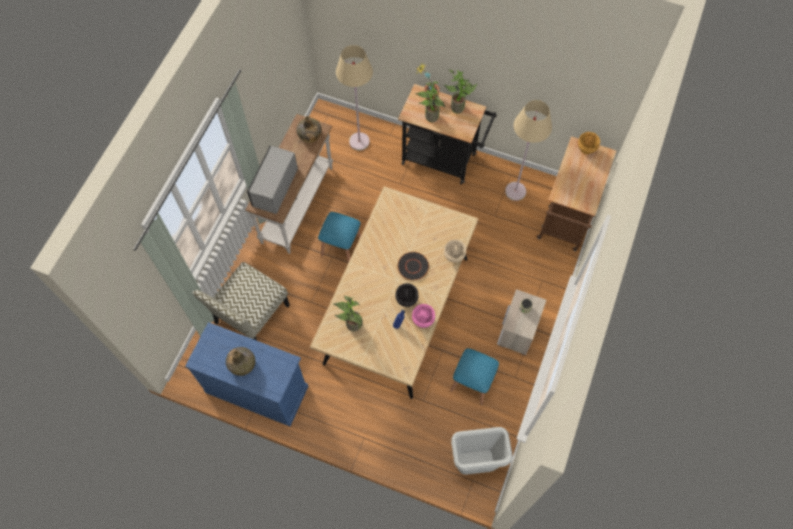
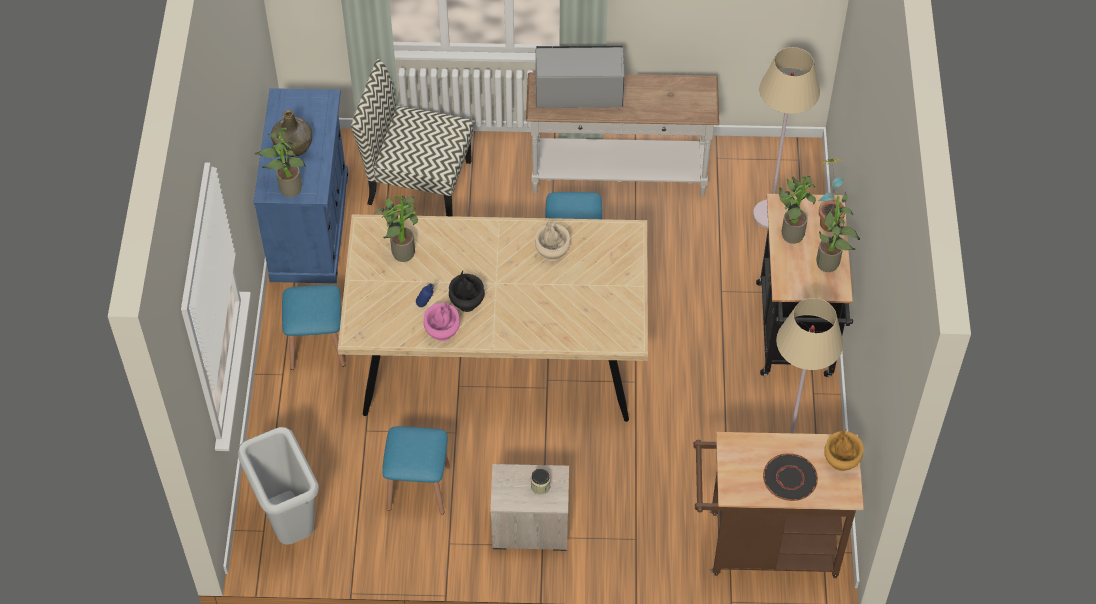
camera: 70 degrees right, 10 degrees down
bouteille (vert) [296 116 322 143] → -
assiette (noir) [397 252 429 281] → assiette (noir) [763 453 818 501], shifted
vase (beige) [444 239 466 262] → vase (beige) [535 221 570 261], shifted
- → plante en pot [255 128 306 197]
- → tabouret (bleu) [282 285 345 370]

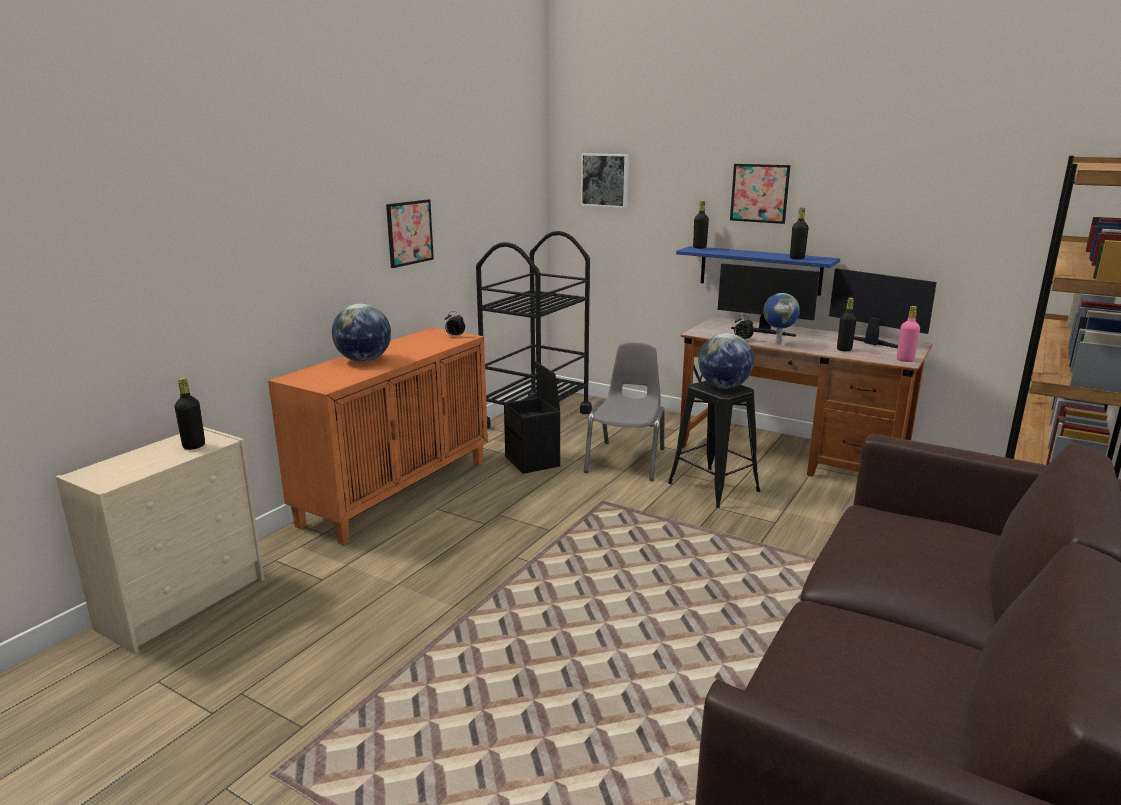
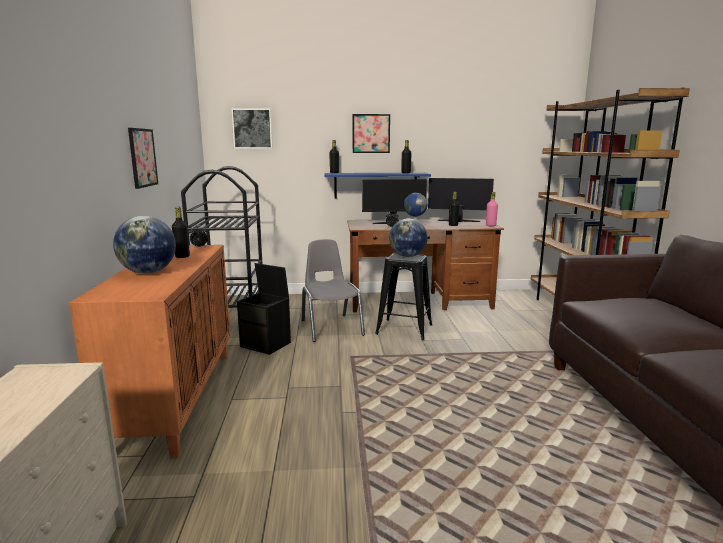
camera: 35 degrees left, 5 degrees down
bouteille (noir) [175 377 205 450] → bouteille (noir) [172 207 190 258], shifted

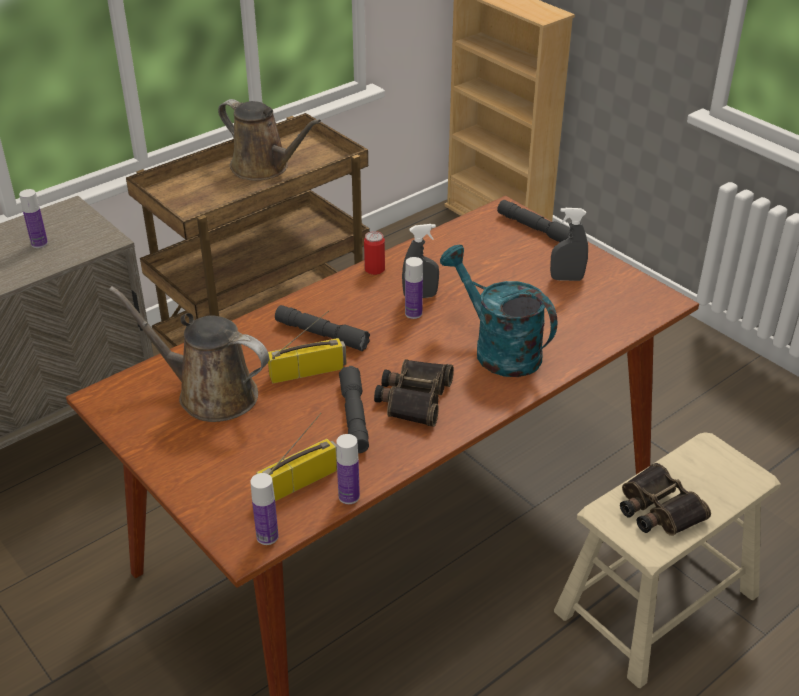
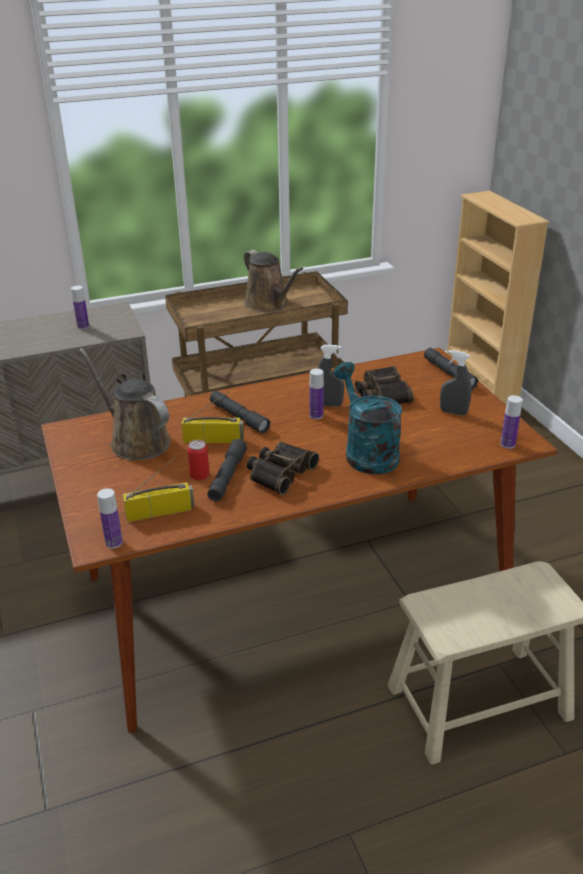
camera: 20 degrees right, 5 degrees down
bouteille [336 434 360 504] → bouteille [500 395 522 449], shifted
boîte métallique [364 231 385 275] → boîte métallique [188 440 209 480], shifted
jumelles [620 463 711 536] → jumelles [355 366 414 404], shifted

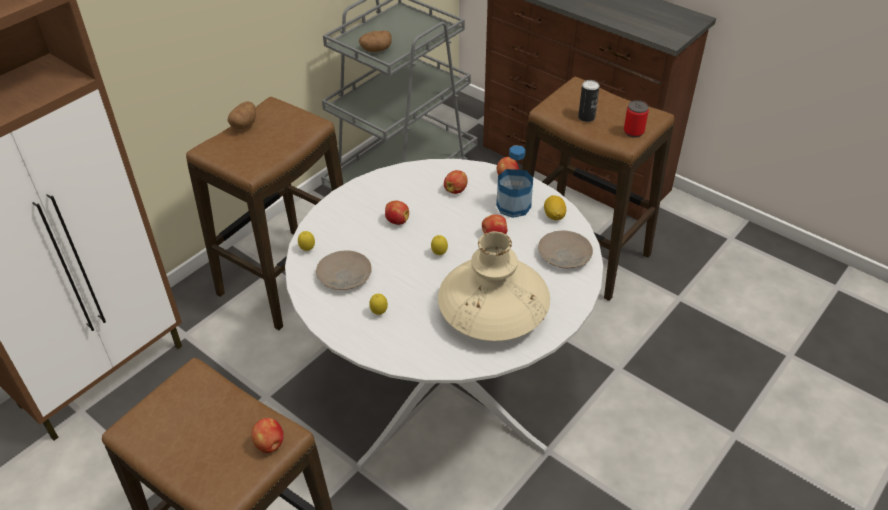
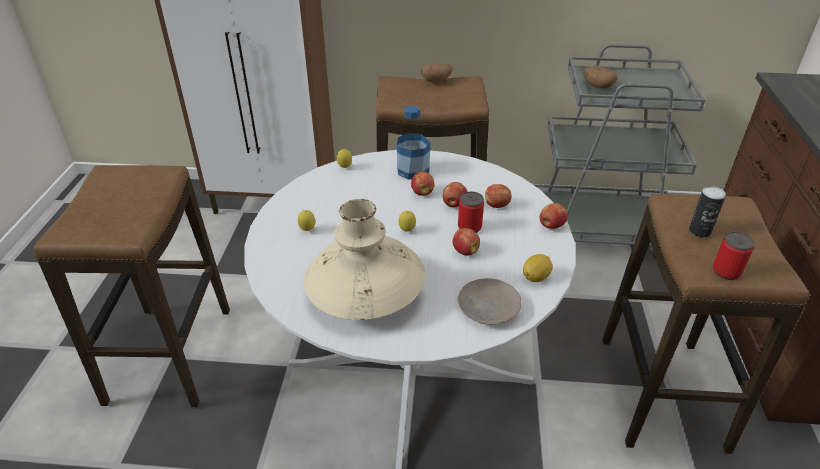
camera: 55 degrees right, 5 degrees down
pomme [251 418 284 453] → pomme [443 182 467 207], shifted
assiette (beige) [316 251 372 290] → -
bouteille [496 145 533 218] → bouteille [397 106 431 179], shifted
- → boîte métallique [458 192 484 233]

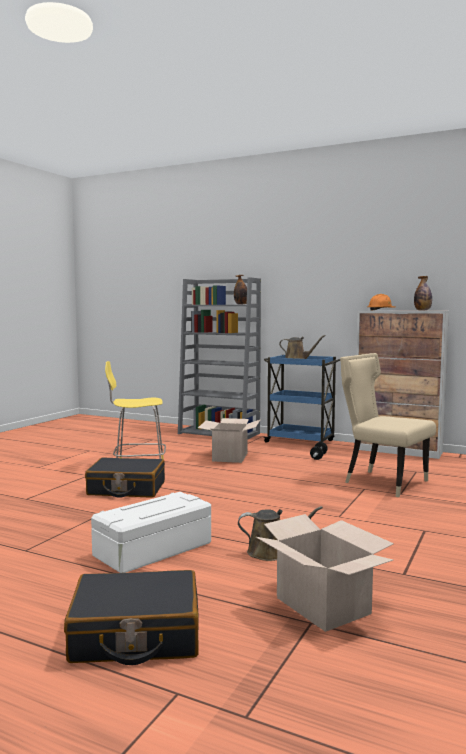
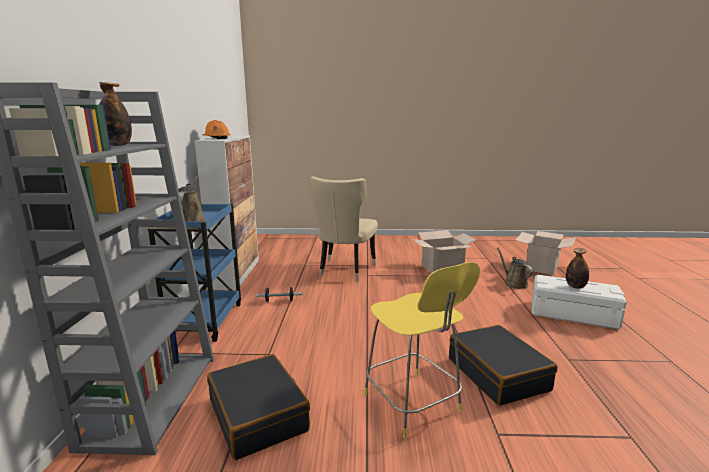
camera: 115 degrees left, 10 degrees up
valise (noir) [64 570 199 665] → valise (noir) [207 354 310 460], shifted
carton [198 418 261 463] → carton [412 230 476 273], shifted
bouteille [414 276 432 311] → bouteille [566 248 589 289], shifted

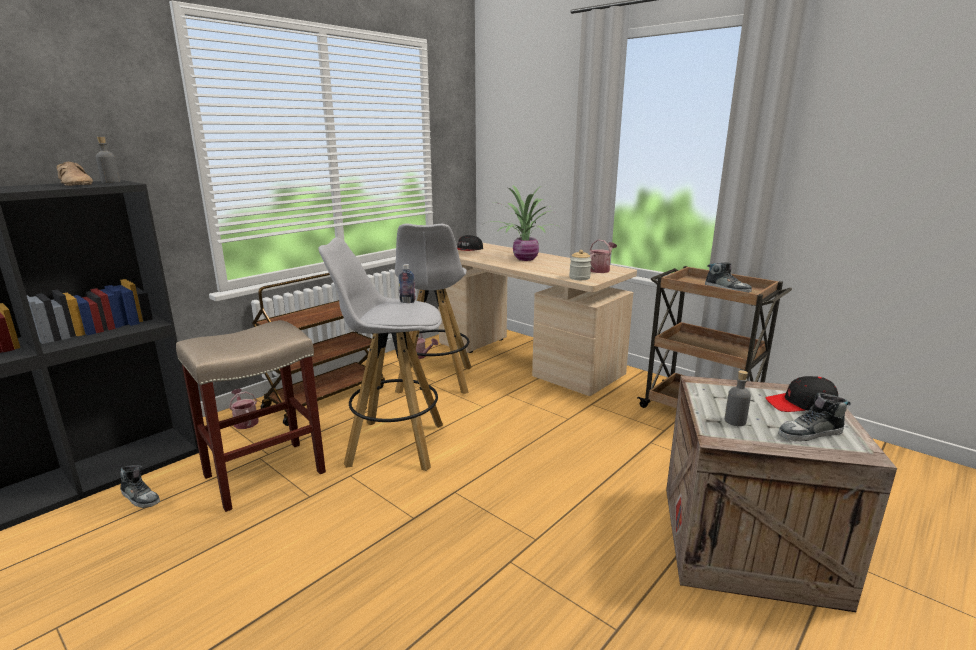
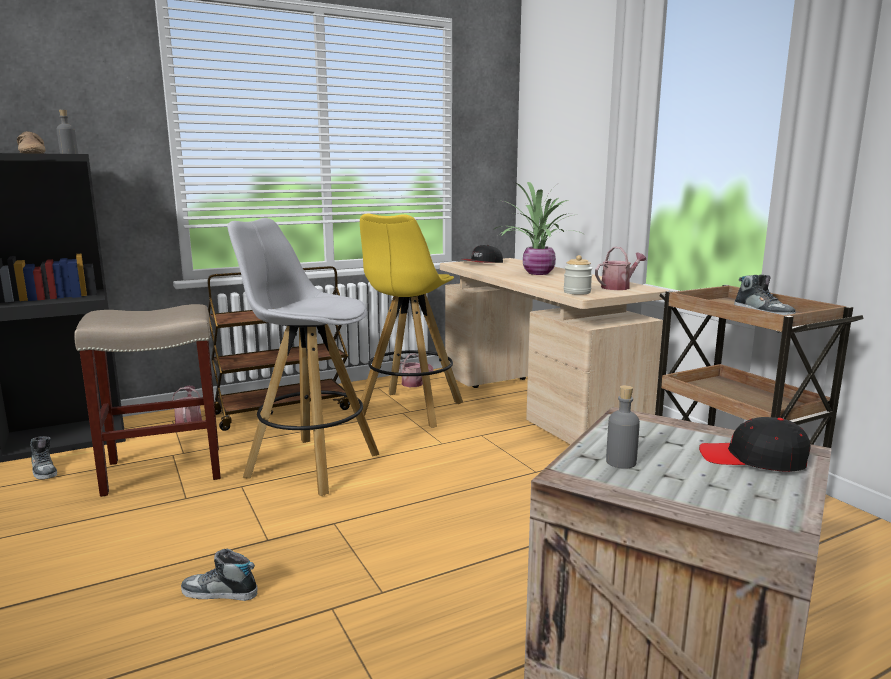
camera: 20 degrees right, 5 degrees down
tabouret (blanc) [395 223 472 394] → tabouret (jaune) [360 214 463 428]
bouteille [398 264 416 303] → -
chaussure [778 393 851 441] → chaussure [181 549 257 601], shifted

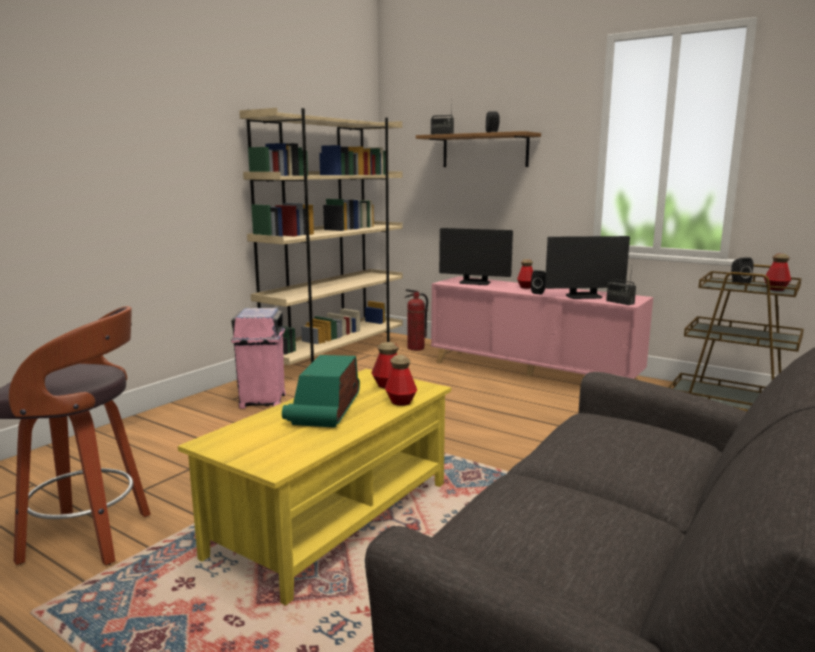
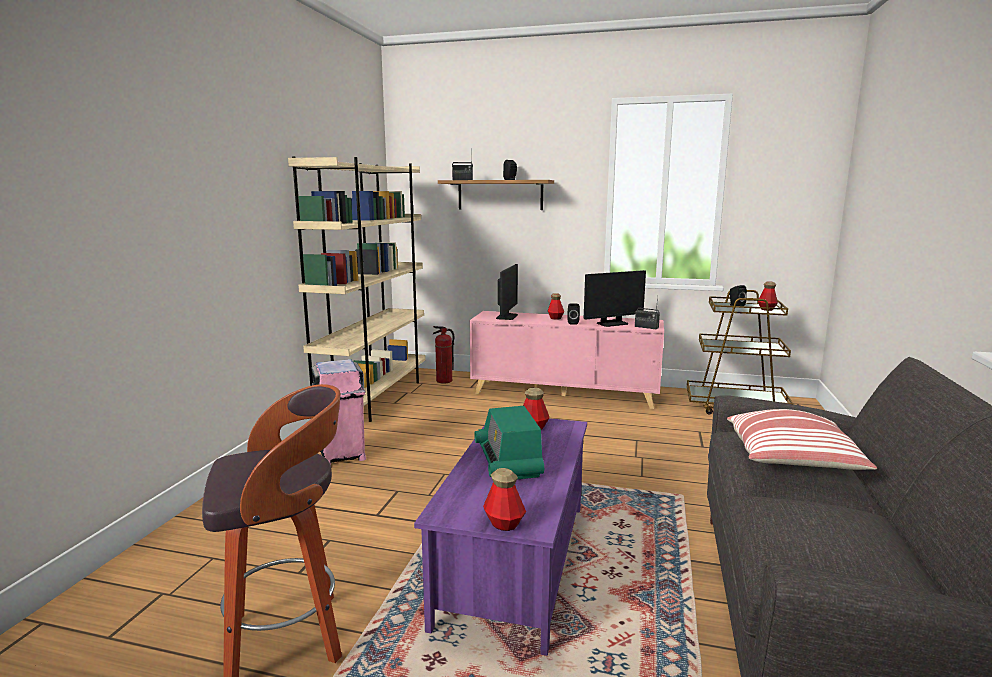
camera: 20 degrees left, 0 degrees up
table basse (jaune) [178 369 451 606] → table basse (violet) [414 418 587 656]
bouteille [385 355 417 406] → bouteille [483 468 526 531], shifted
écran d'ordinateur [439 228 513 285] → écran d'ordinateur [496 264 518 320], 75 degrees counterclockwise
- → coussin [727 409 877 470]

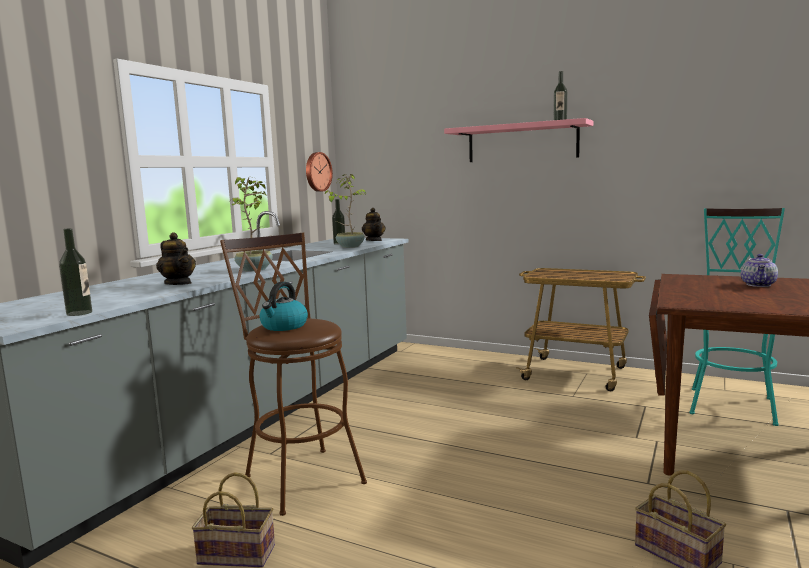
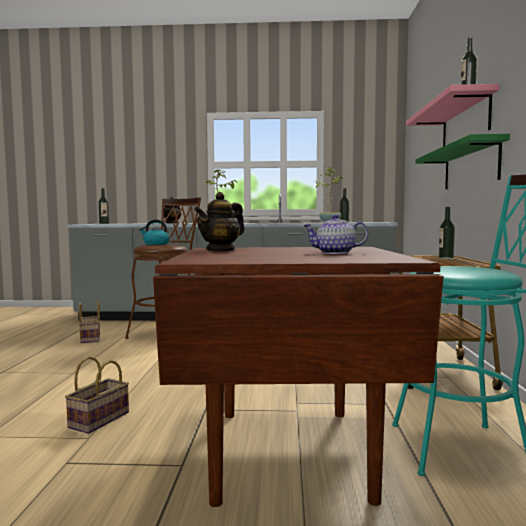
camera: 65 degrees right, 5 degrees down
horloge murale [306 152 333 192] → -
théière [362 208 385 241] → théière [194 192 245 252], shifted
- → étagère (vert) [415 134 510 190]
- → bouteille [439 207 455 259]

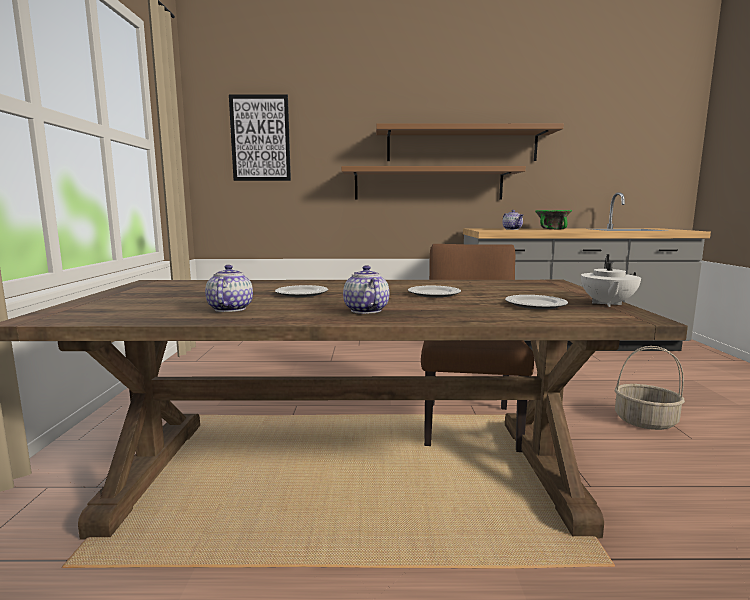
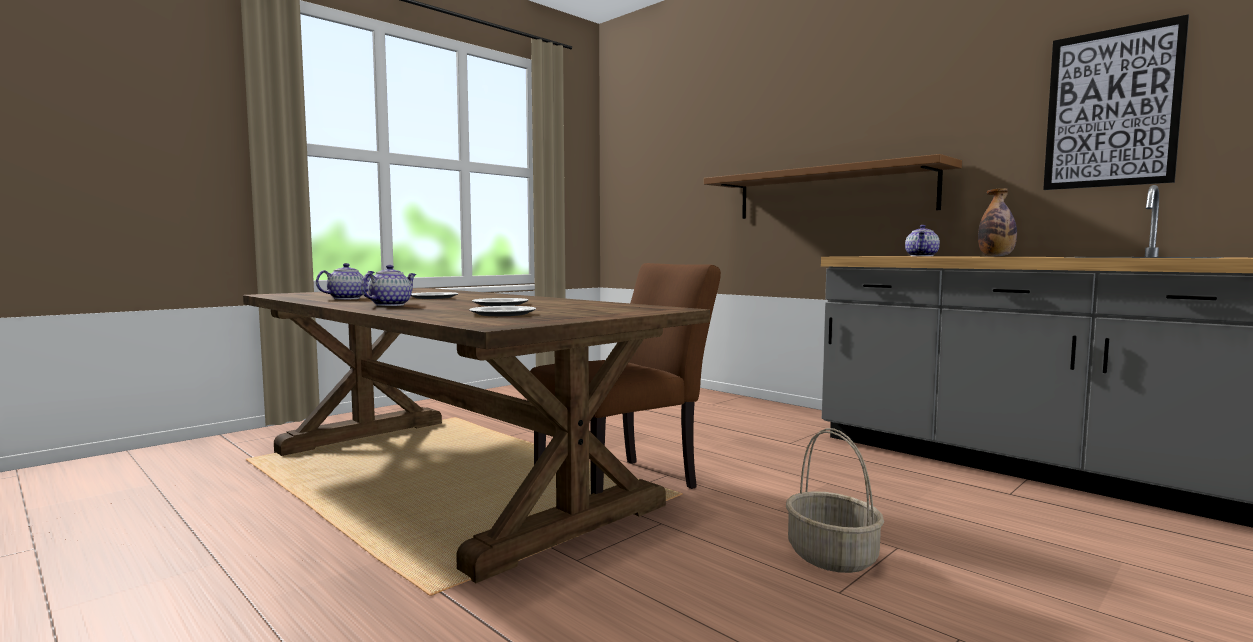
camera: 45 degrees right, 5 degrees down
tableau [229 95 291 181] → tableau [1043 14 1189 190], shifted
étagère (marron) [376 123 564 161] → -
bol (vert) [535 210 572 230] → bouteille [978 188 1017 257]
théière (blanc) [581 254 641 307] → -

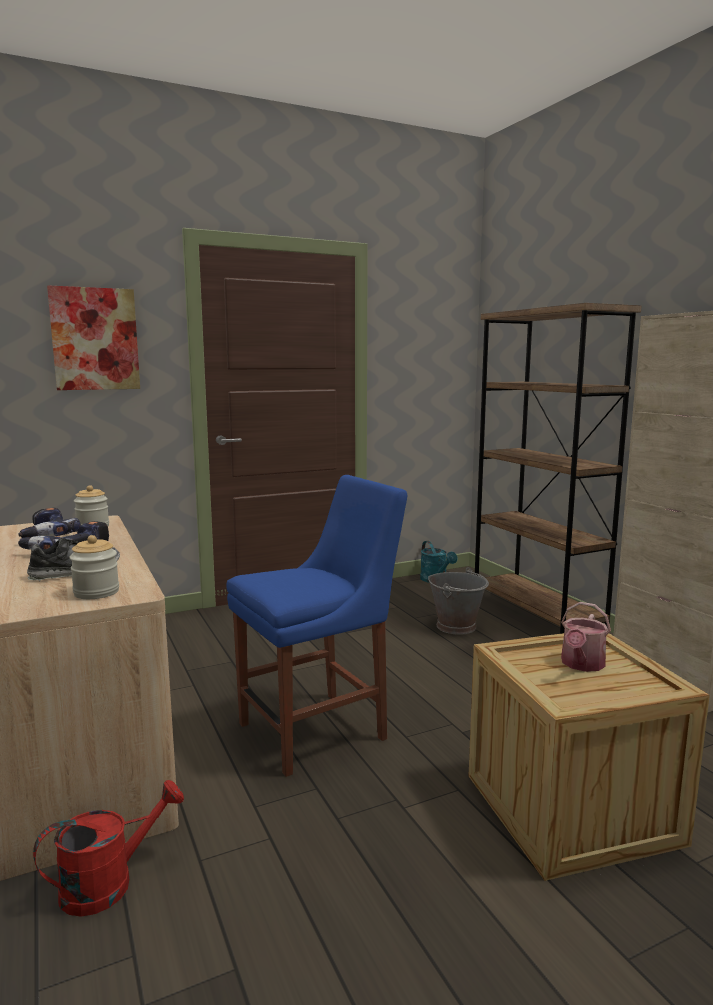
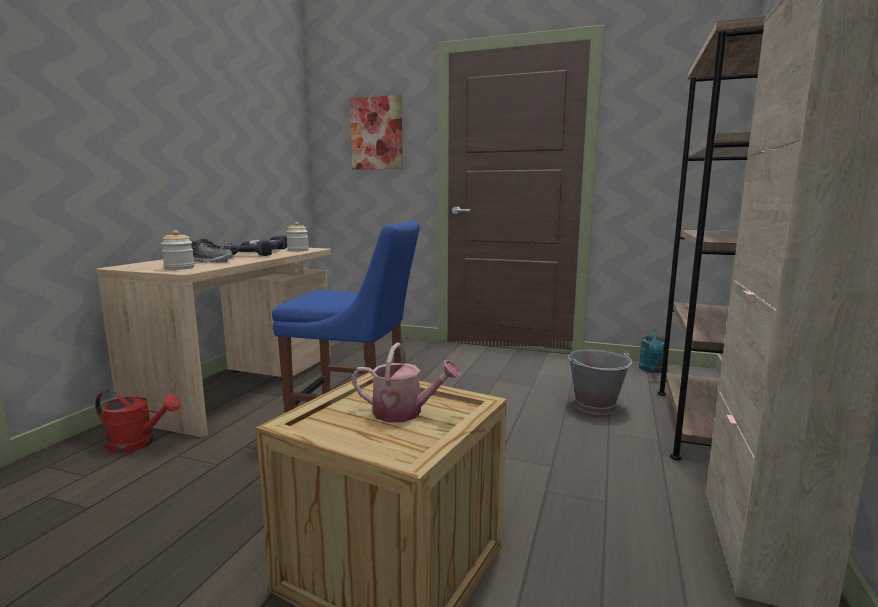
camera: 45 degrees right, 0 degrees up
arrosoir [561 602 611 672] → arrosoir [352 343 461 423], 150 degrees counterclockwise

